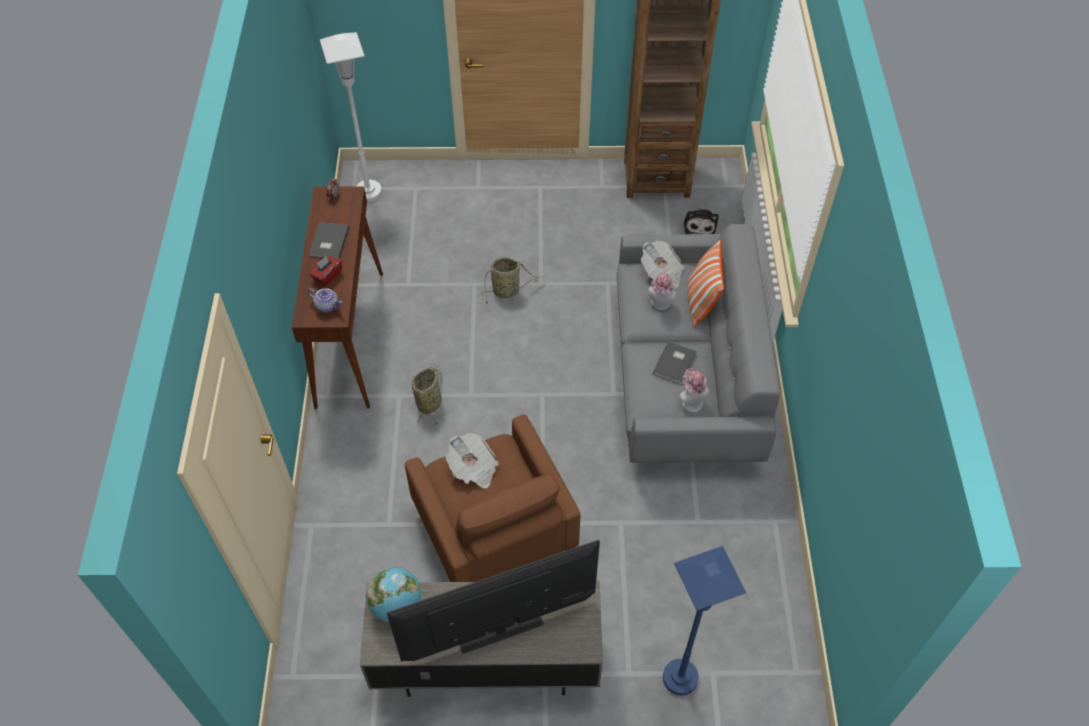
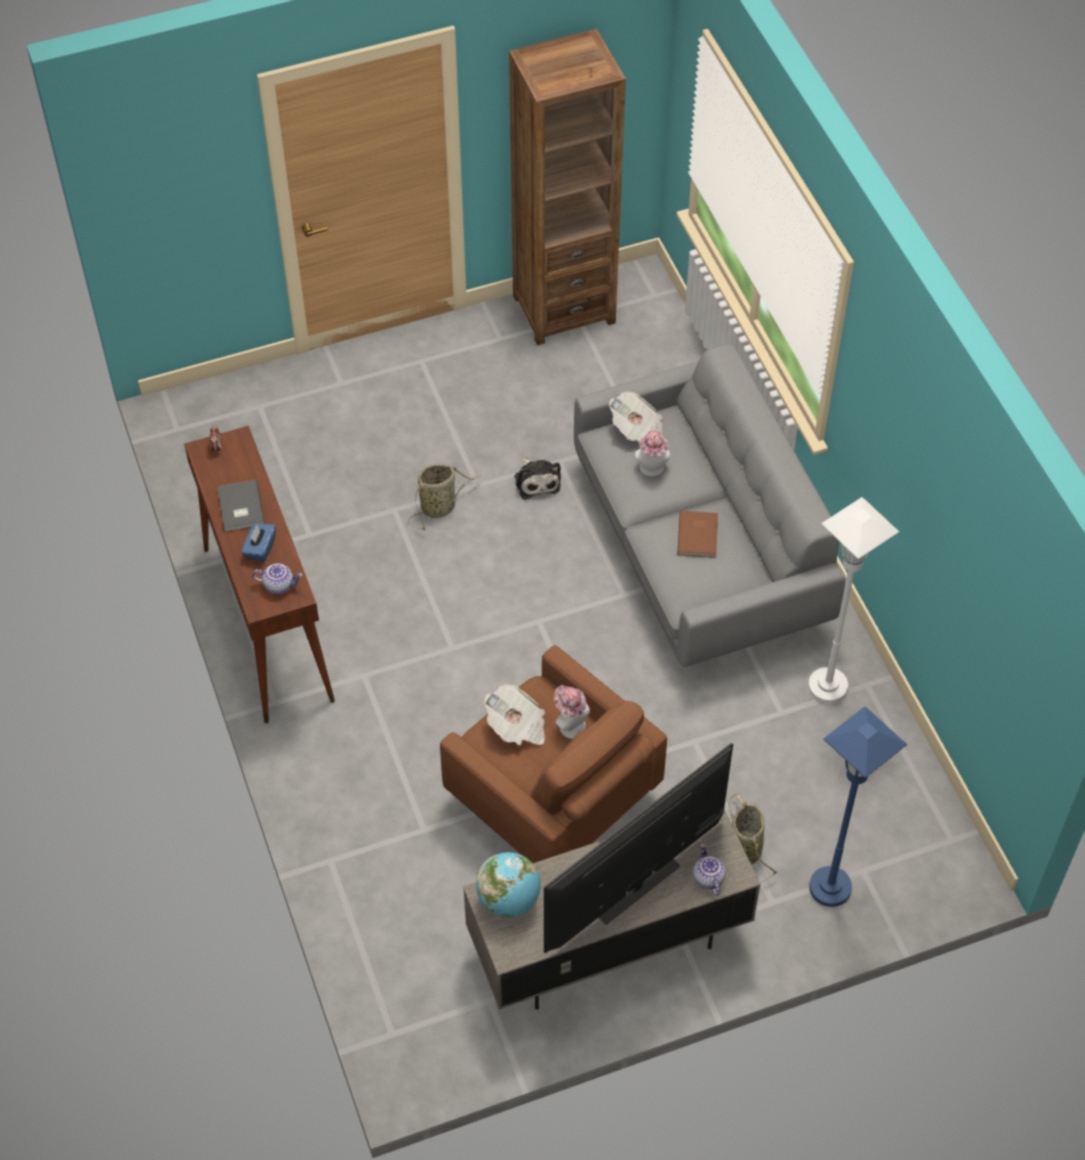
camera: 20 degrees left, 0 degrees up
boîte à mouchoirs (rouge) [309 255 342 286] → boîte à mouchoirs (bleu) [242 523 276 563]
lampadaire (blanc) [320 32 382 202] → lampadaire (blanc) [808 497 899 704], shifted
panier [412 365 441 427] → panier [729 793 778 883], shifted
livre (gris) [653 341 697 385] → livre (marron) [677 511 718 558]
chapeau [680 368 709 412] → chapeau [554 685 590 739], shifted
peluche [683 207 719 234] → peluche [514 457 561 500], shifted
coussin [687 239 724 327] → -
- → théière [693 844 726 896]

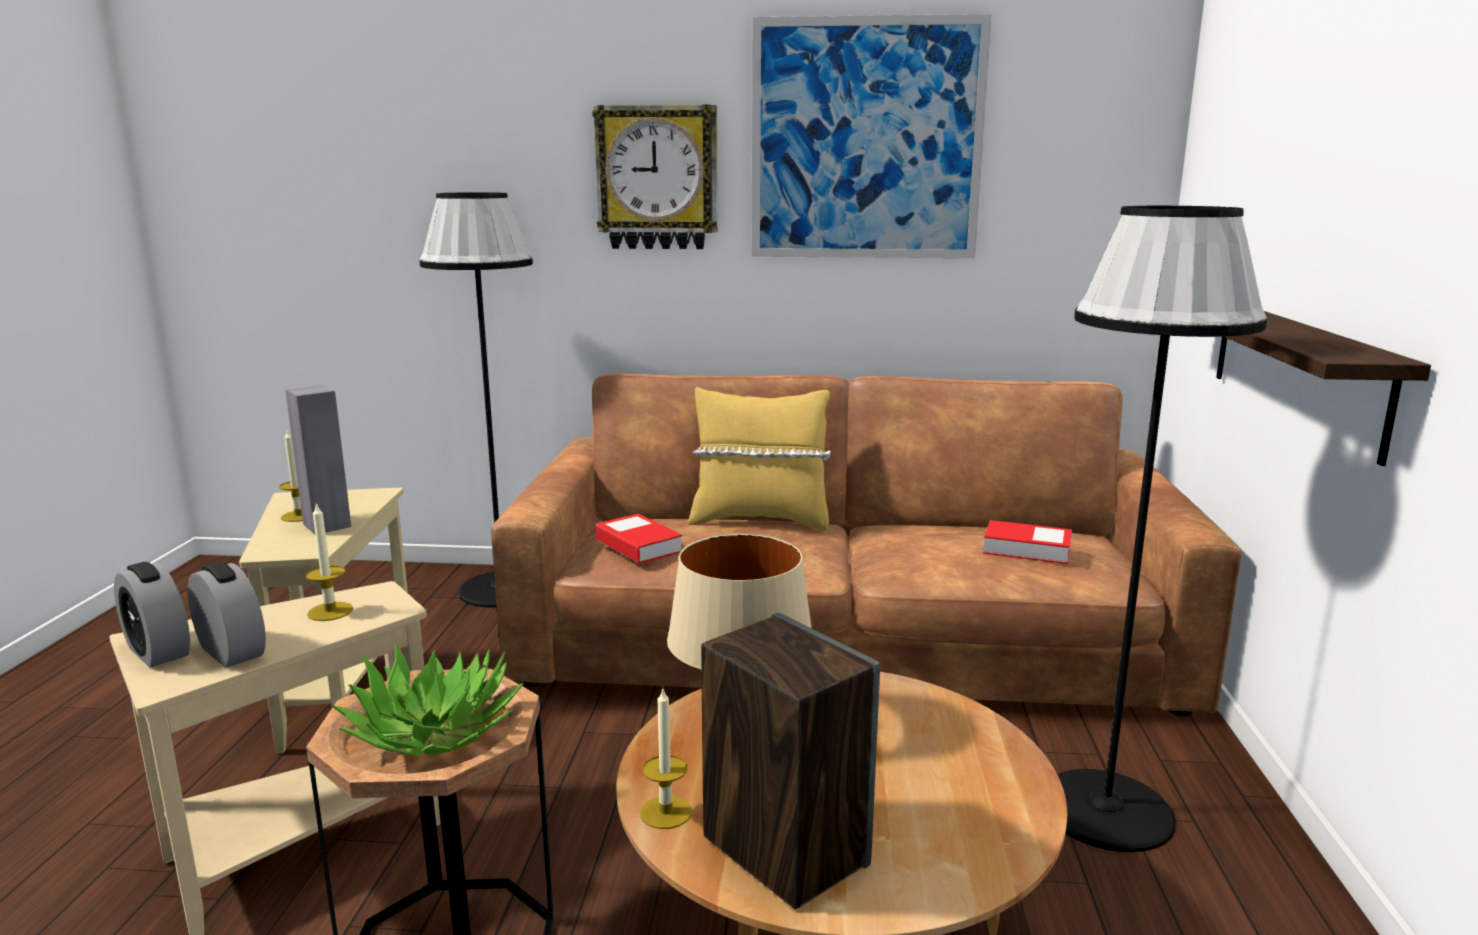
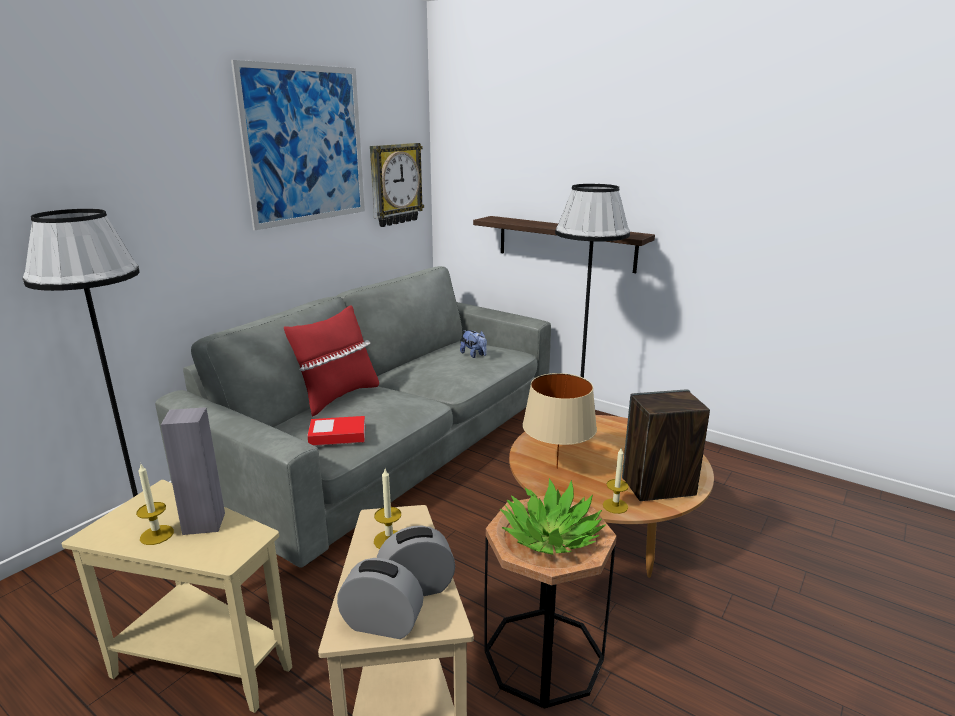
camera: 60 degrees left, 5 degrees up
réveil [114 562 190 668] → réveil [337 558 424 639], 150 degrees counterclockwise
canapé (marron) [491 374 1242 716] → canapé (gris) [155 266 551 568]
horloge murale [592 105 717 249] → horloge murale [370 143 424 227], shifted
coussin (jaune) [688 387 831 530] → coussin (rouge) [284 305 379 417]
livre [983 520 1072 564] → peluche [460 330 487 358]

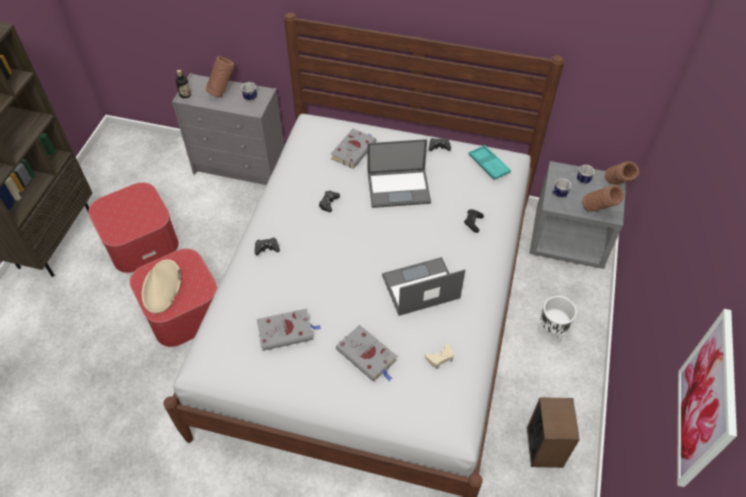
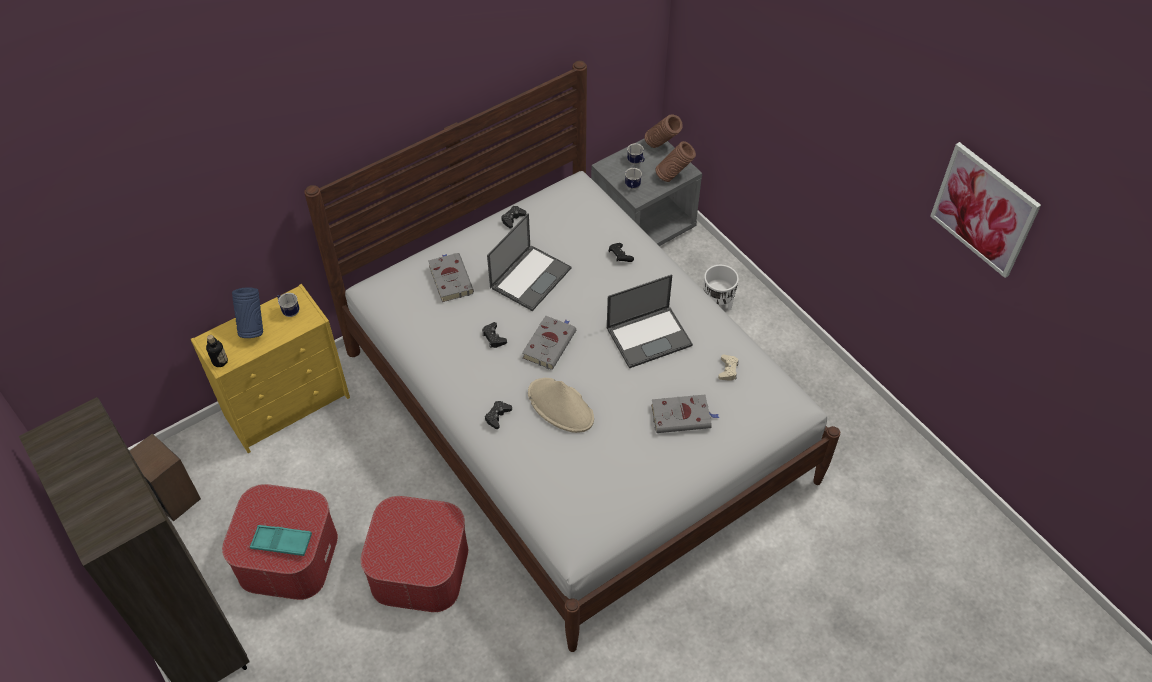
camera: 50 degrees left, 0 degrees up
chapeau (beige) [142 259 181 314] → chapeau (beige) [528 378 594 433], shifted
commode (gris) [172 73 284 185] → commode (jaune) [191 284 350 453]
vase (marron) [206 56 234 97] → vase (bleu) [232 287 263 338]
livre (gris) [257 309 321 351] → livre (gris) [522 316 576 370], shifted
ordinateur portable [382 257 465 316] → ordinateur portable [607 274 693 369], 135 degrees counterclockwise
plateau (turquoise) [468 145 511 180] → plateau (turquoise) [250 525 312 556], shifted
enceinte [527 397 580 468] → enceinte [130 433 201 522], shifted

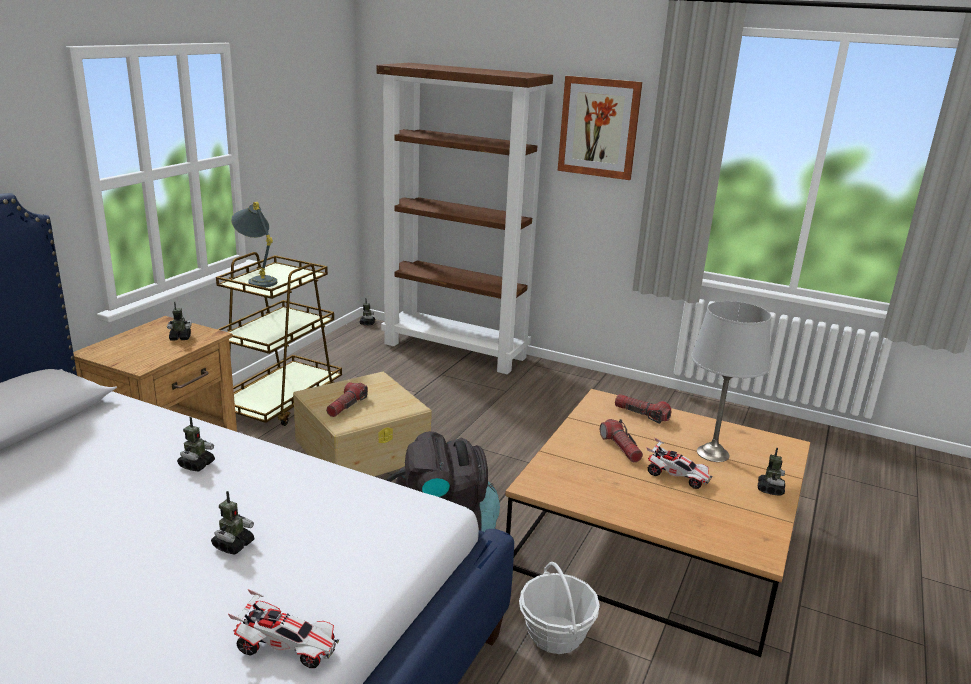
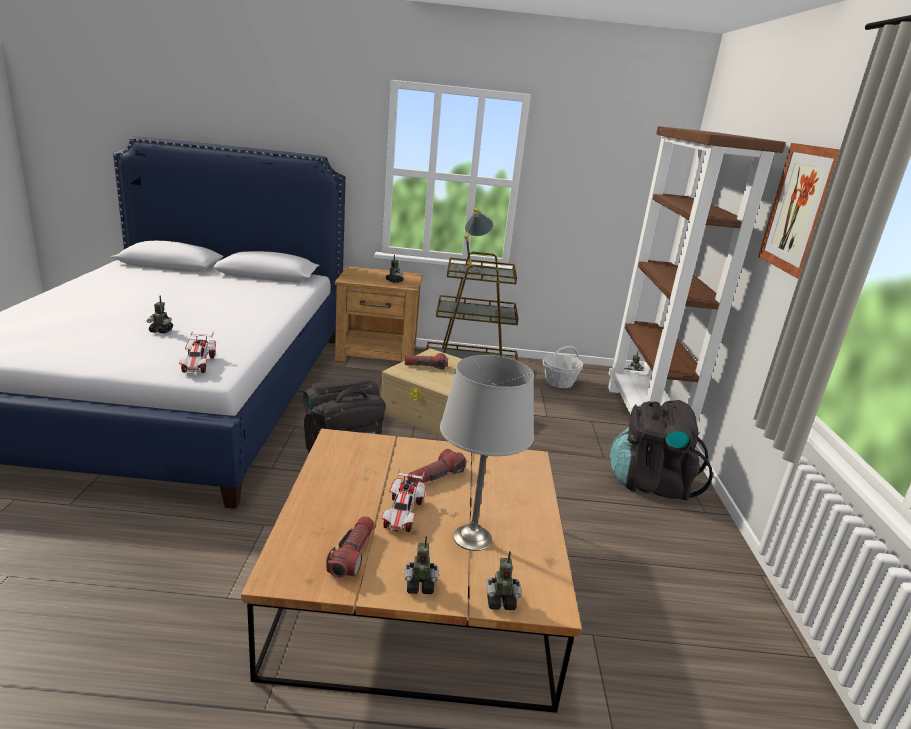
camera: 65 degrees right, 0 degrees up
robot jouet [177 417 215 471] → robot jouet [486 551 521 610], shifted
petite voiture [228 589 339 668] → petite voiture [179 331 216 373], shifted
panier [519 562 600 654] → panier [543 346 583 388], shifted
lampe de poche [615 394 671 424] → lampe de poche [326 516 374 578], shifted
- → sac à dos (noir) [609 400 713 501]

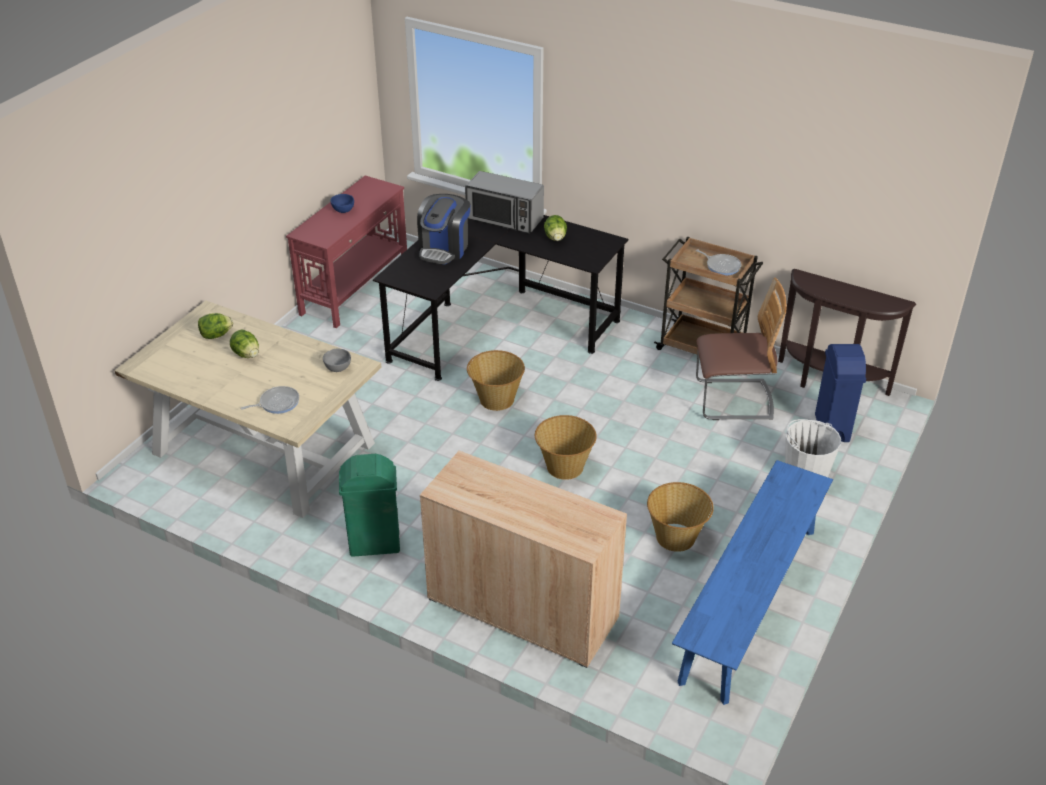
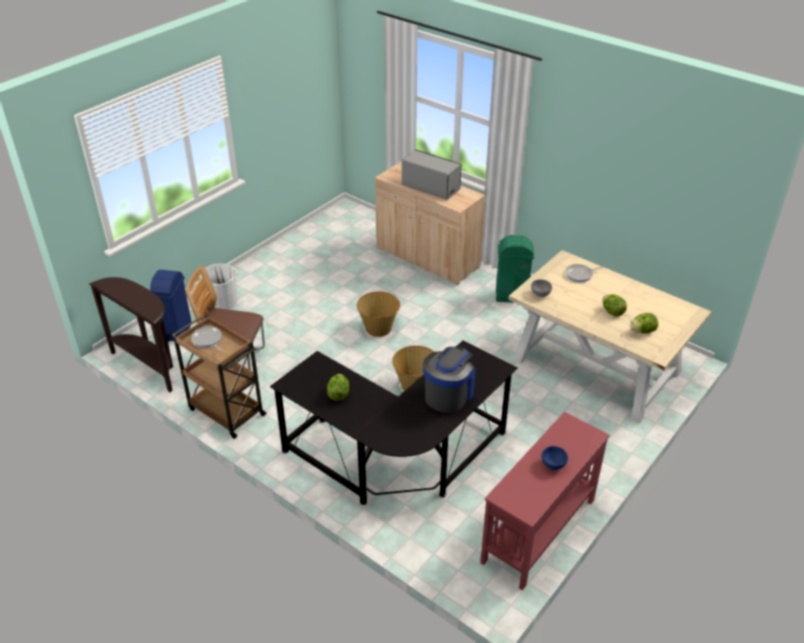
camera: 170 degrees left, 0 degrees up
micro-ondes [465 171 544 234] → micro-ondes [402 150 461 200], shifted
panier [647 482 714 552] → -
banc (bleu) [672 460 833 705] → -

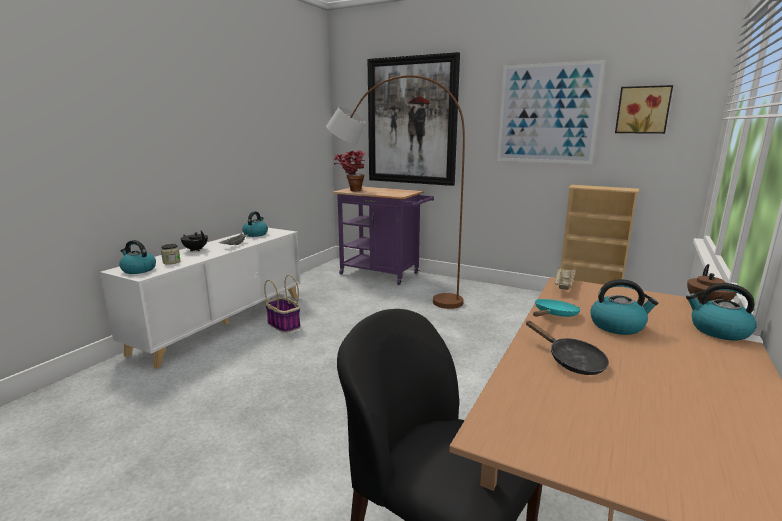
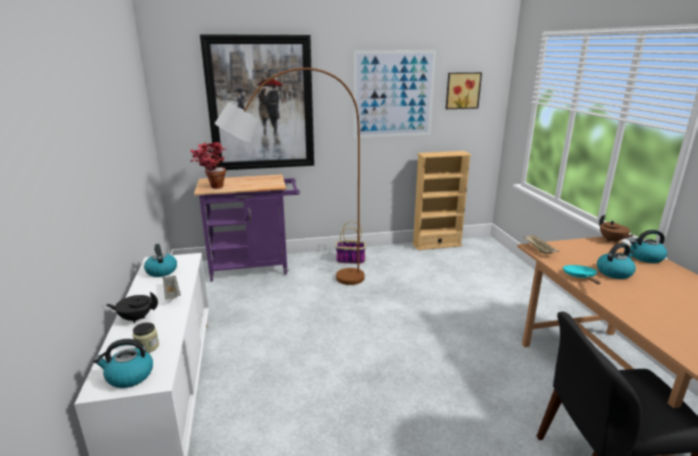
camera: 40 degrees left, 5 degrees up
panier [264 275 301 333] → panier [336 221 366 264], shifted
poêle (noir) [526 321 609 375] → -

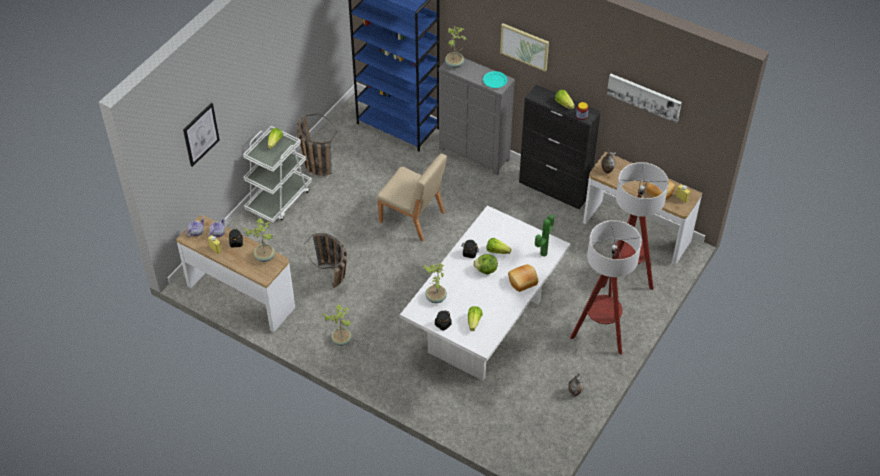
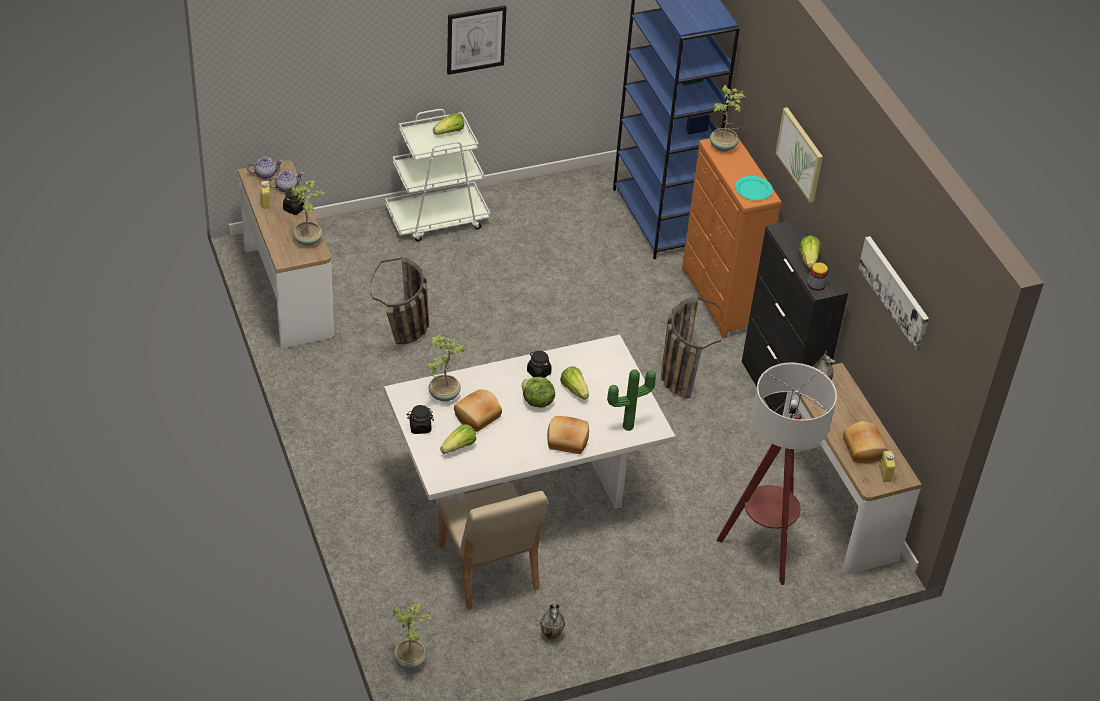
camera: 35 degrees right, 5 degrees down
tableau [183 103 220 167] → tableau [447 5 506 75], shifted
panier [296 113 337 176] → panier [661 297 723 398], shifted
plante en pot [323 304 352 346] → plante en pot [393 603 433 669], shifted
chaise (beige) [377 154 447 242] → chaise (beige) [438 483 548 610], shifted
commode (gris) [438 58 515 175] → commode (orange) [682 138 782 338]
lampadaire [570 220 642 355] → -
- → pain [454 389 502 432]

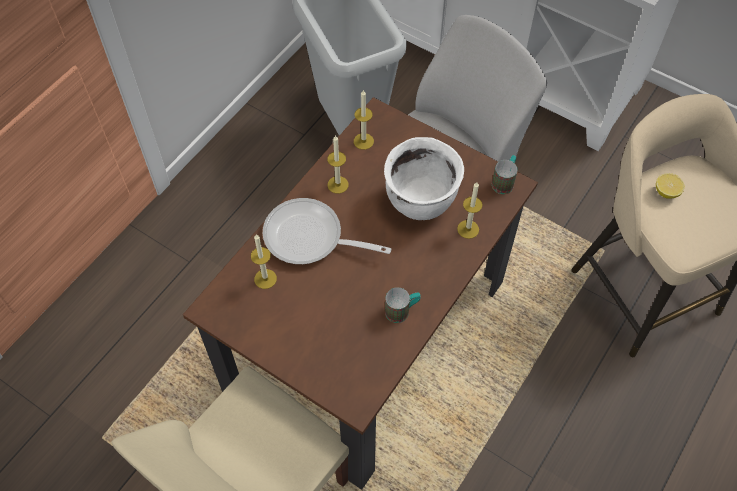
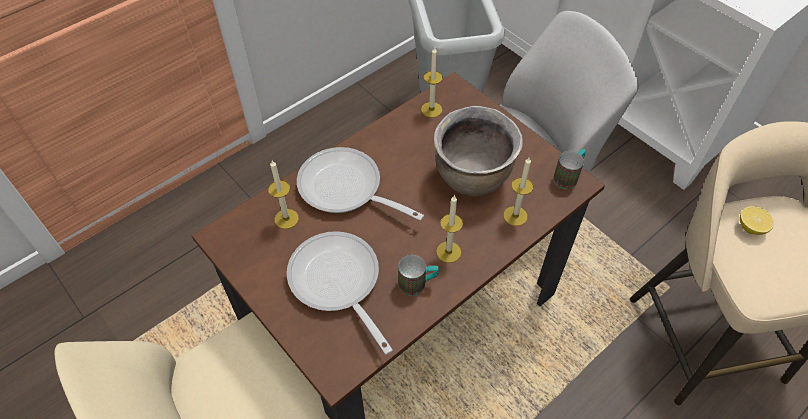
camera: 15 degrees right, 5 degrees down
bougie [327 135 349 194] → bougie [436 195 463 263], shifted
marmite (blanc) [384 137 464 220] → marmite (marron) [434 106 523 197]
- → poêle [287 231 393 354]

